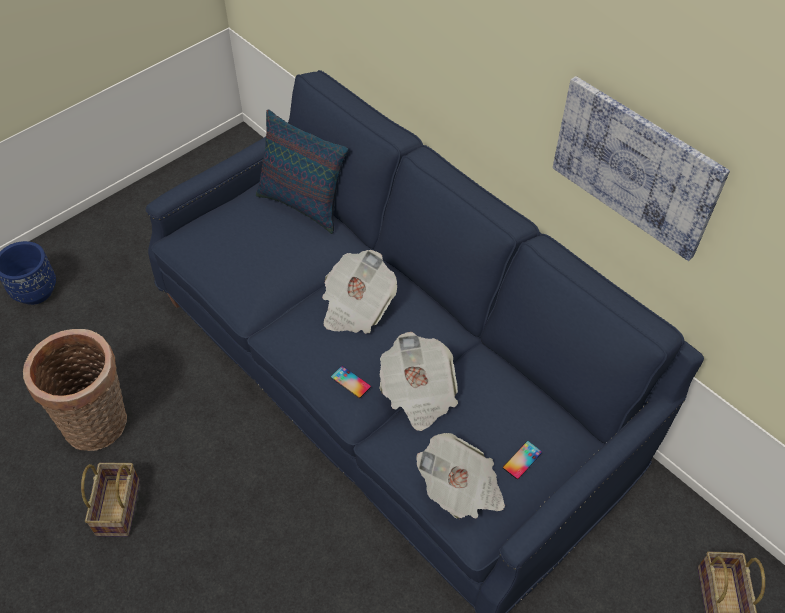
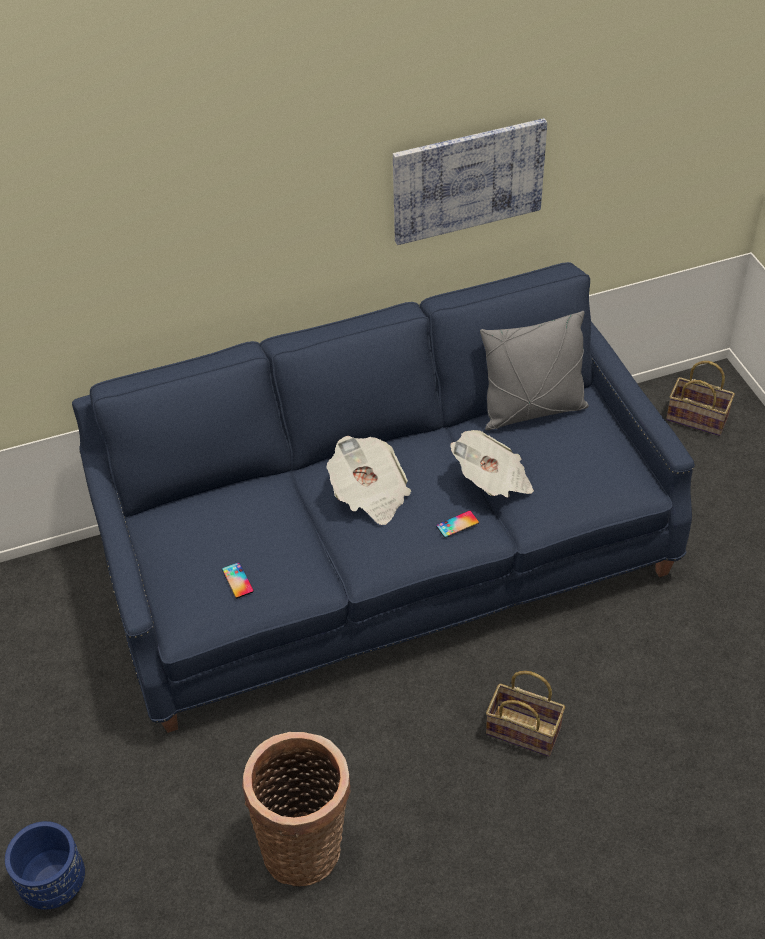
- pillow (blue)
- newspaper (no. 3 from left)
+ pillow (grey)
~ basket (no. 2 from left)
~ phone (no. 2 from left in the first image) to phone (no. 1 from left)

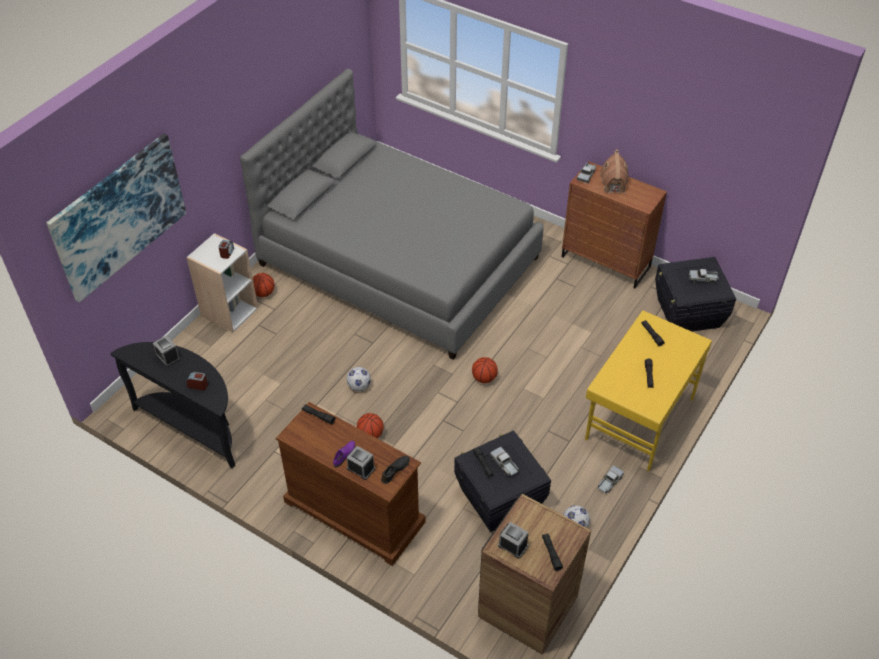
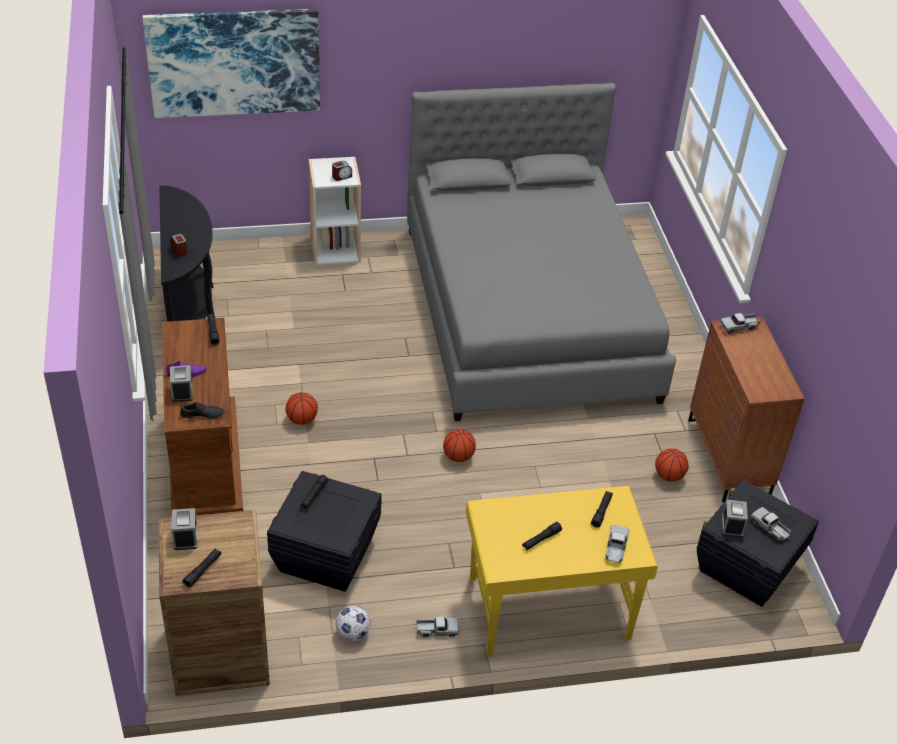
- football (no. 1 from left)
- toy house
~ alarm clock (no. 1 from left in the first image) to alarm clock (no. 5 from left)
~ basketball (no. 1 from left in the first image) to basketball (no. 3 from left)
~ toy truck (no. 1 from left in the first image) to toy truck (no. 2 from left)

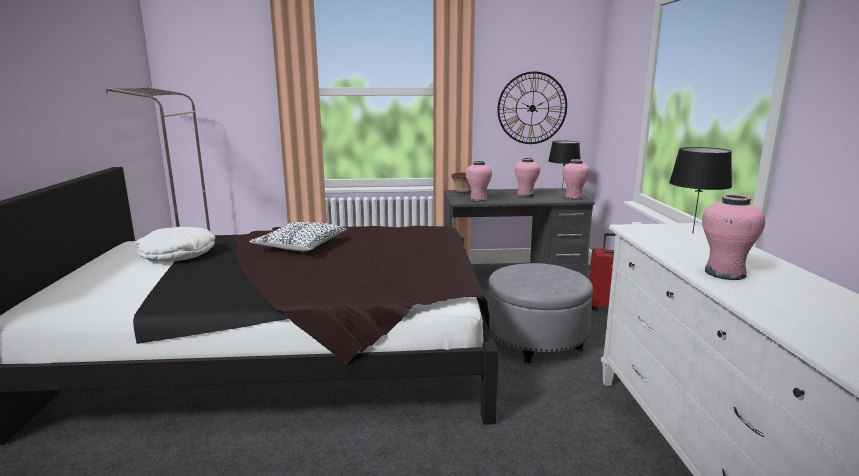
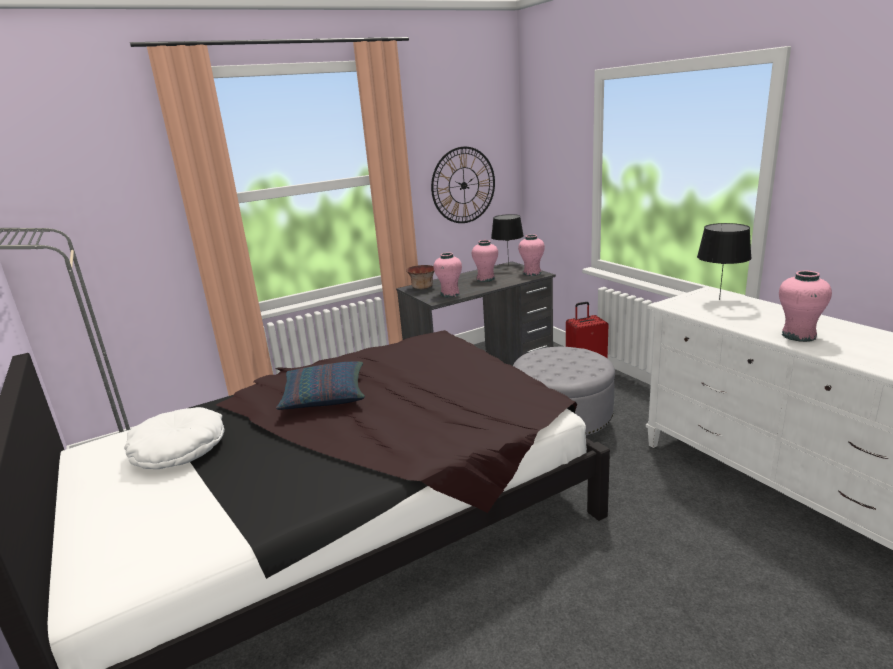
~ pillow (white) (no. 2 from left) to pillow (blue)

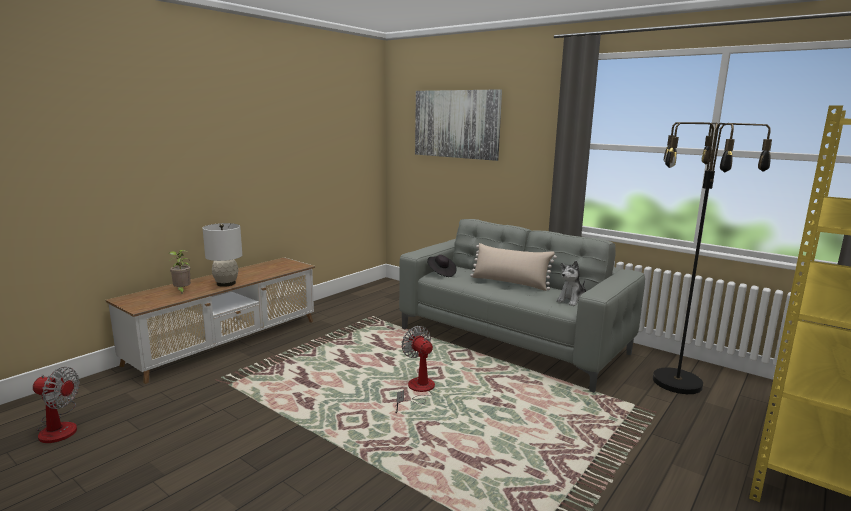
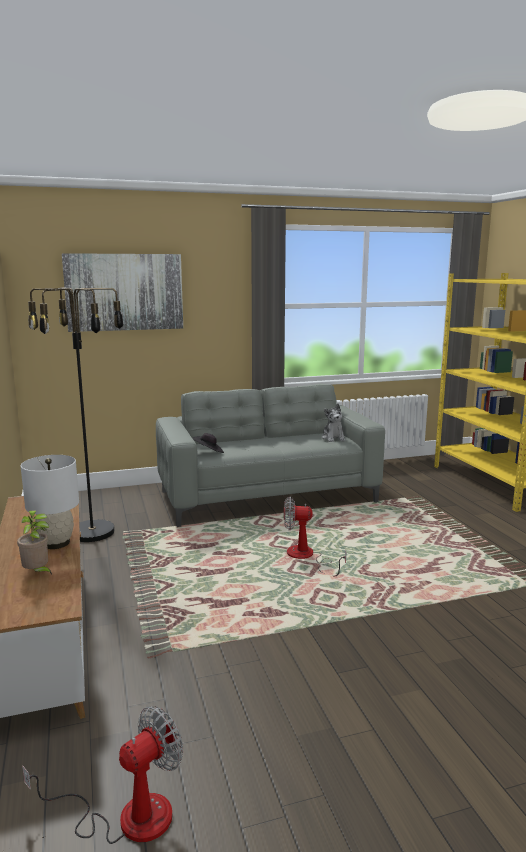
- pillow (beige)
~ floor lamp

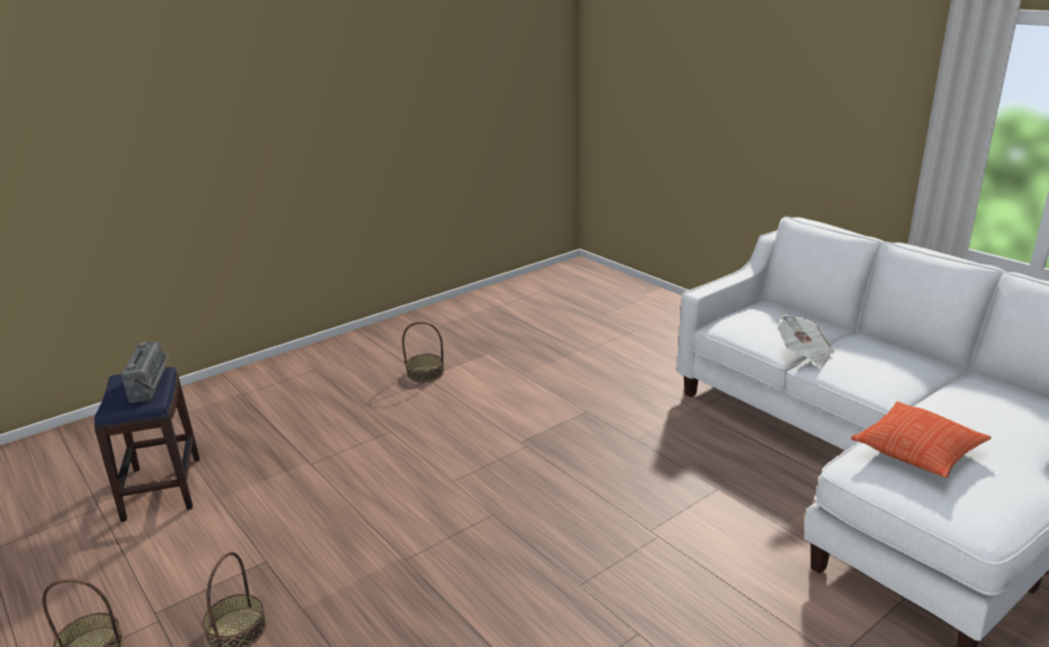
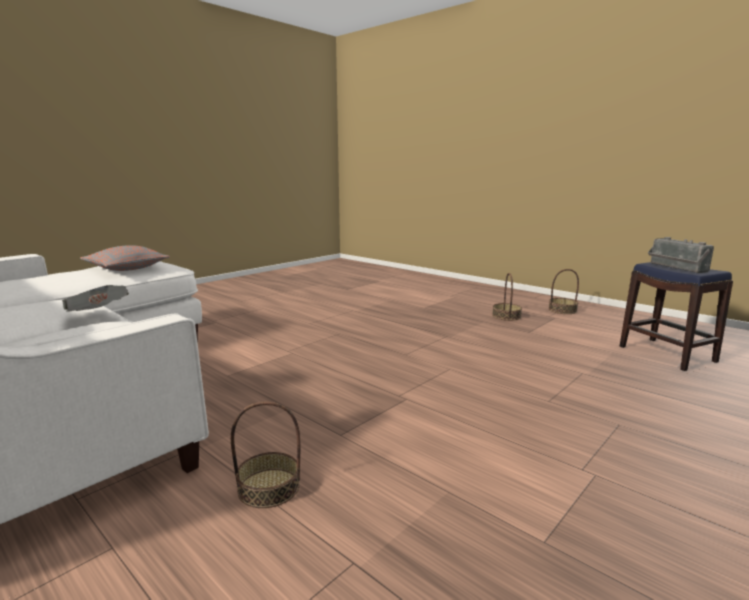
~ basket (no. 3 from left in the first image) to basket (no. 1 from left)
~ pillow (orange) to pillow (grey)

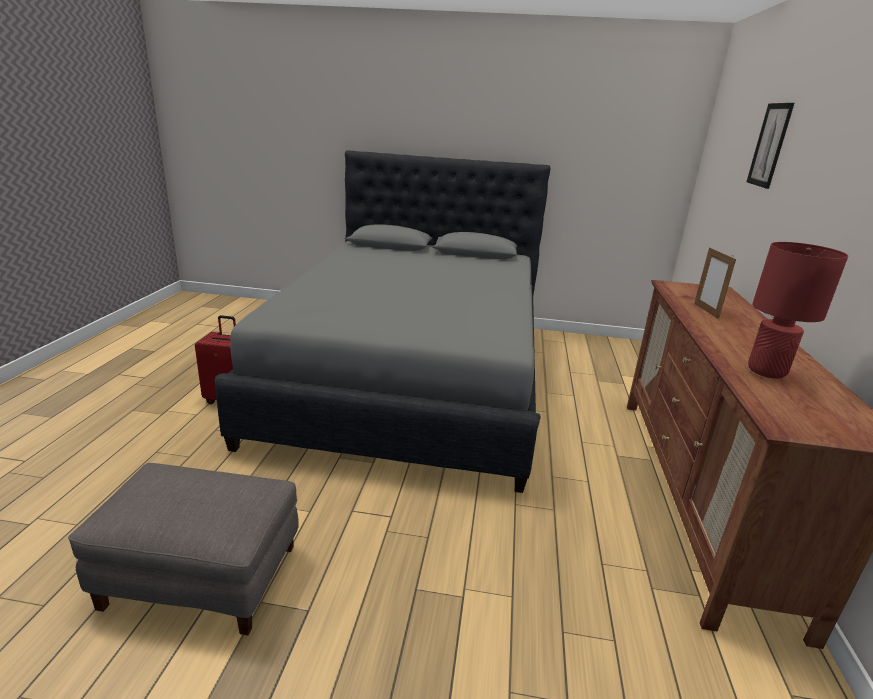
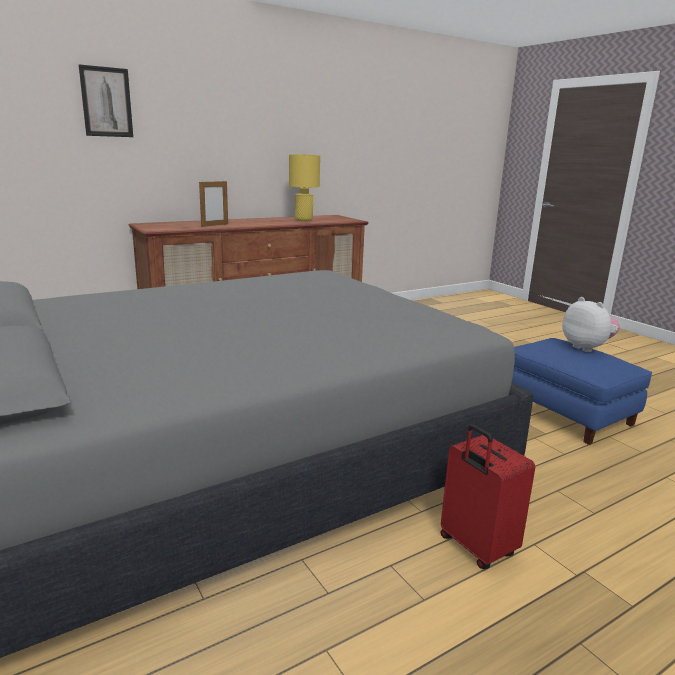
+ plush toy
~ ottoman (grey) to ottoman (blue)
~ table lamp (red) to table lamp (yellow)

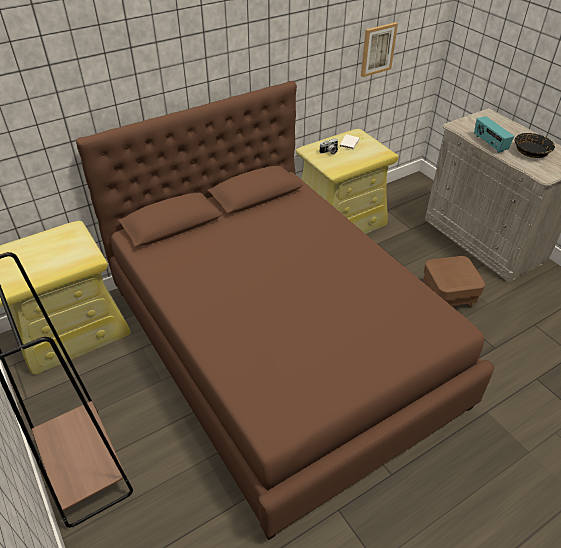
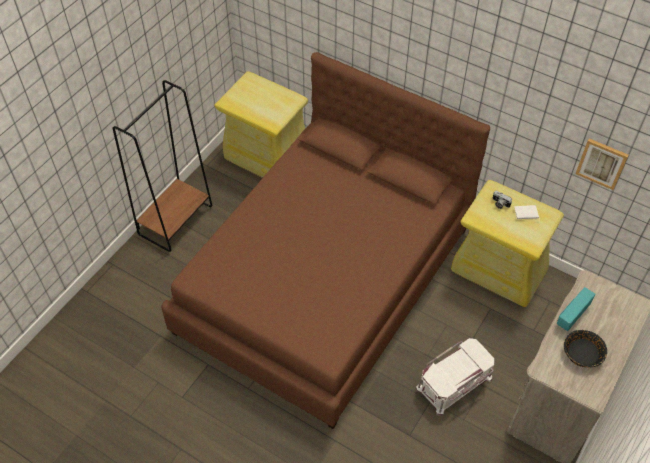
~ ottoman (brown) to storage box (white)

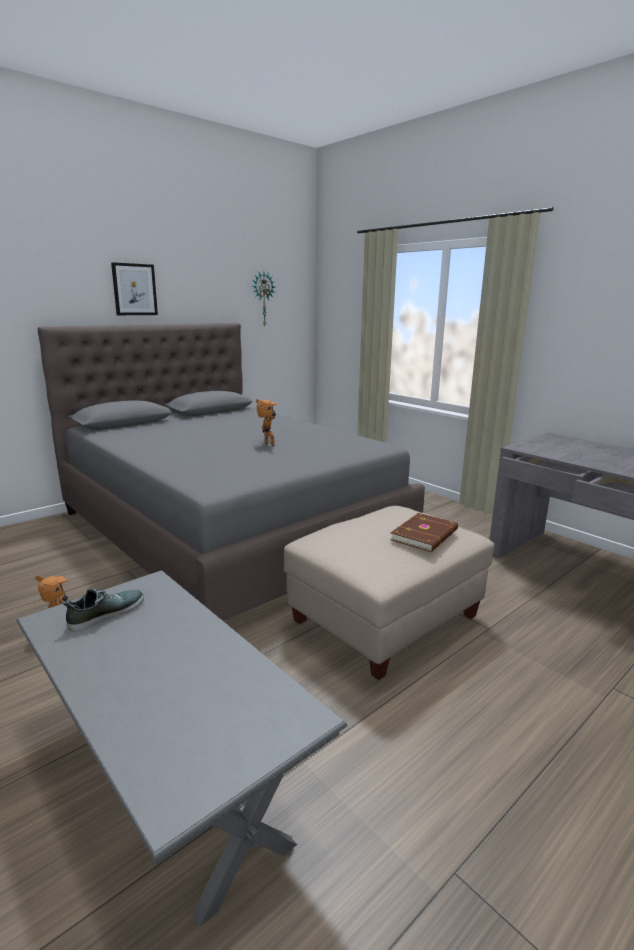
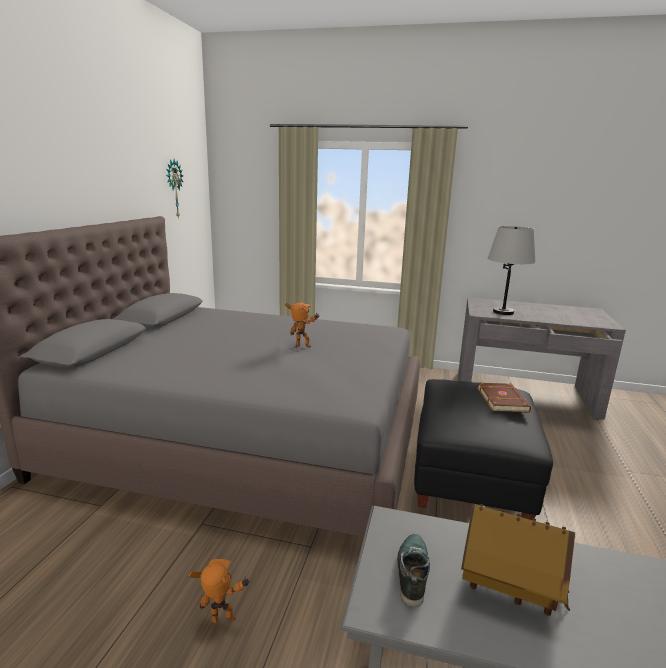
- picture
+ toy house
+ table lamp (grey)
~ ottoman (beige) to ottoman (black)

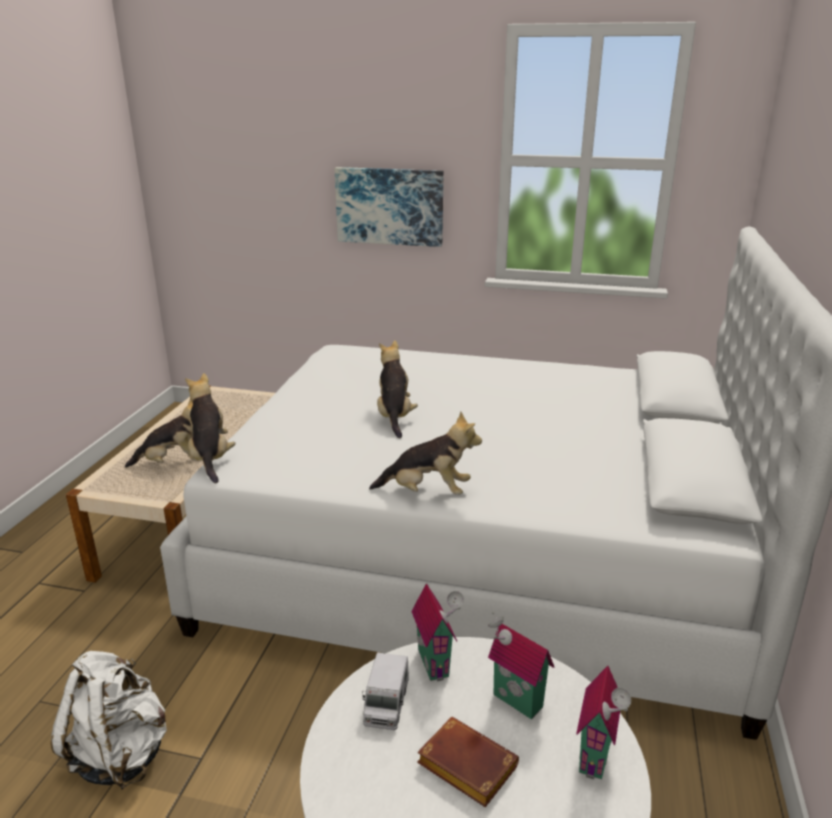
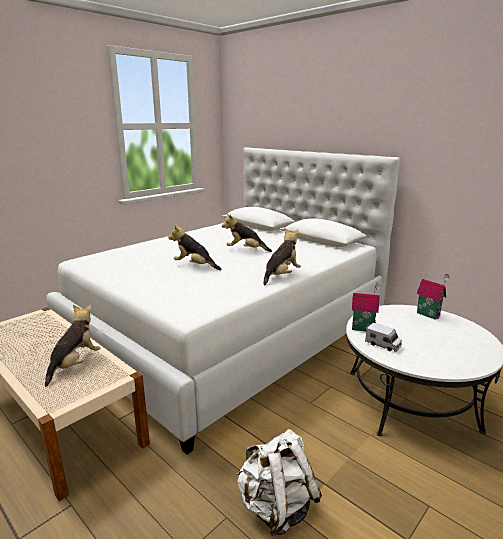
- picture
- book (brown)
- toy house (no. 2 from left)
~ plush toy (no. 2 from left in the first image) to plush toy (no. 3 from left)

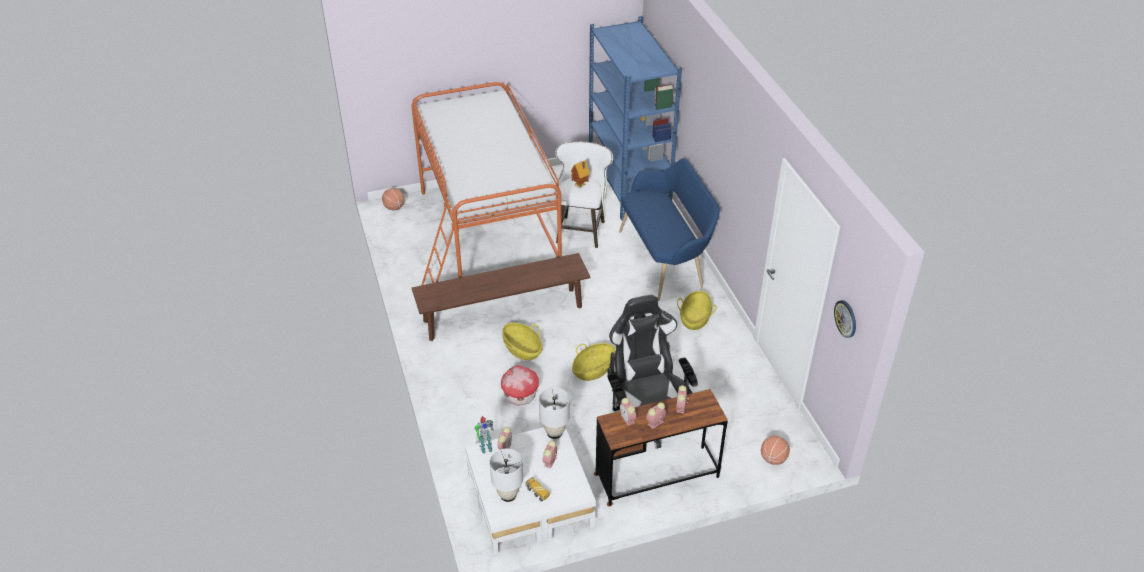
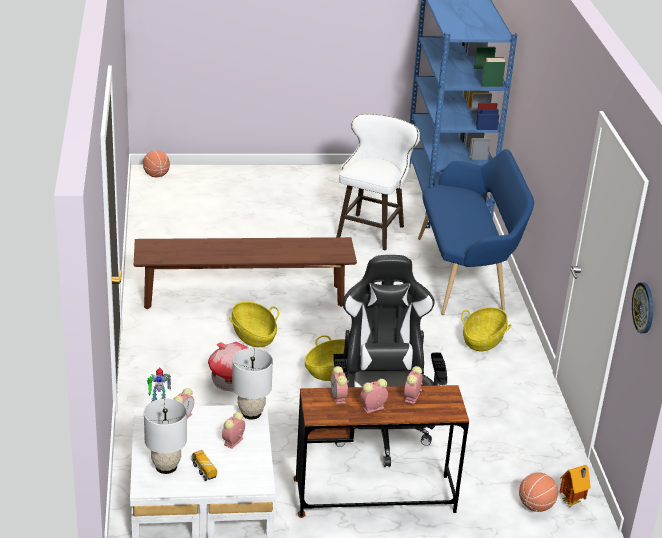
- bed (orange)
~ toy house (no. 2 from left)

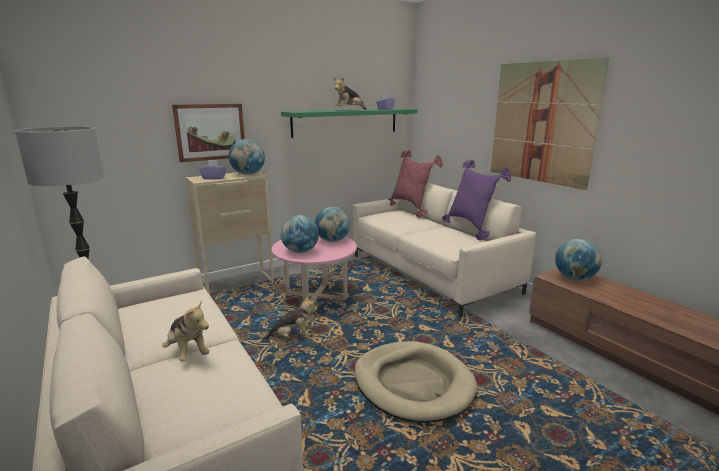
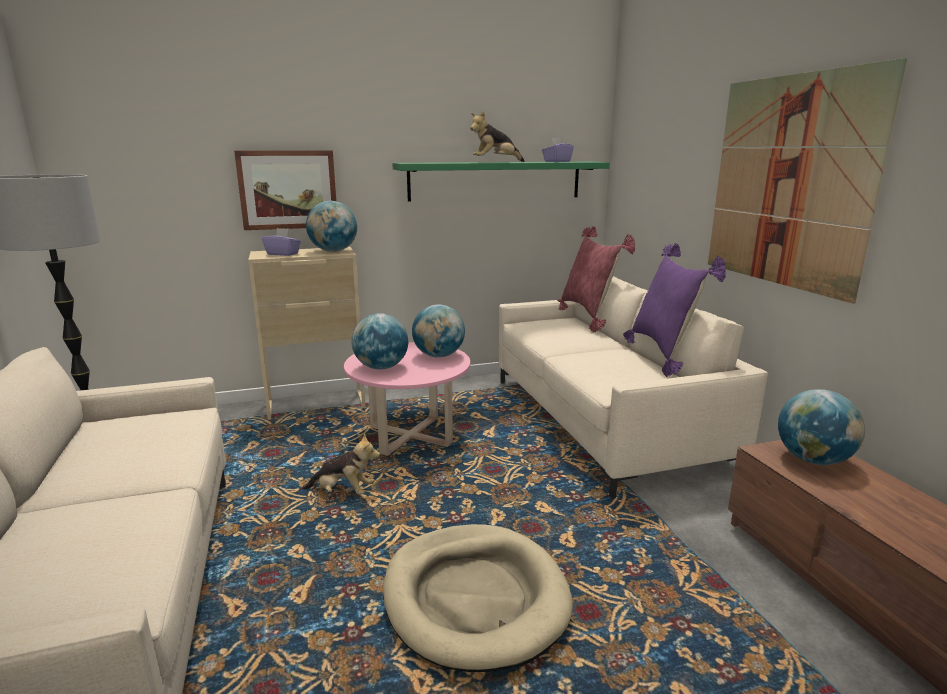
- plush toy (no. 1 from left)

